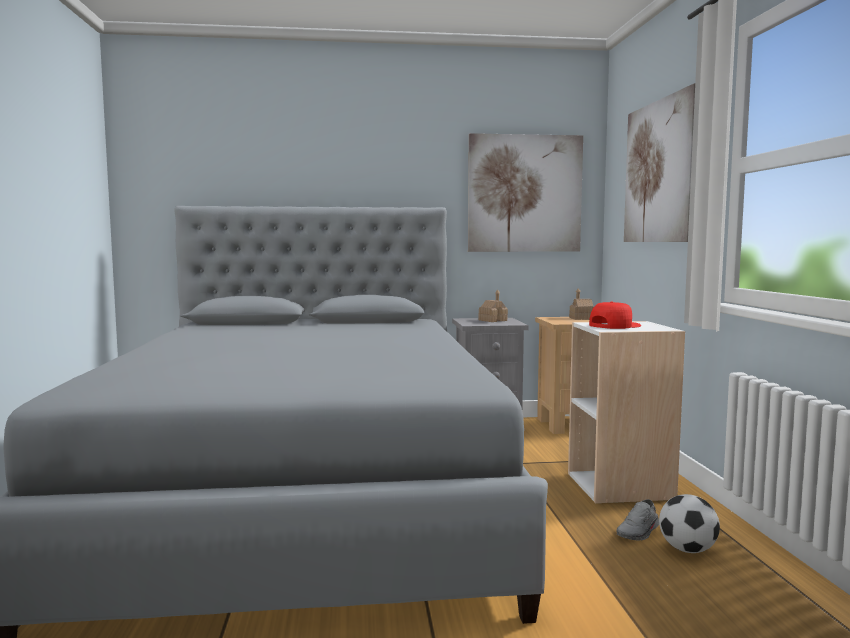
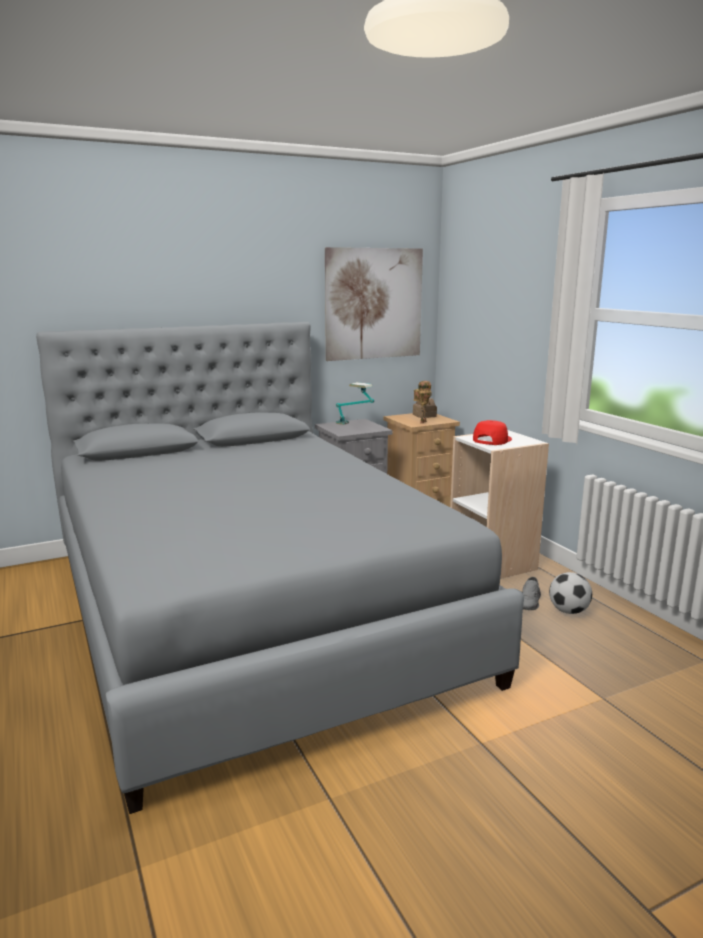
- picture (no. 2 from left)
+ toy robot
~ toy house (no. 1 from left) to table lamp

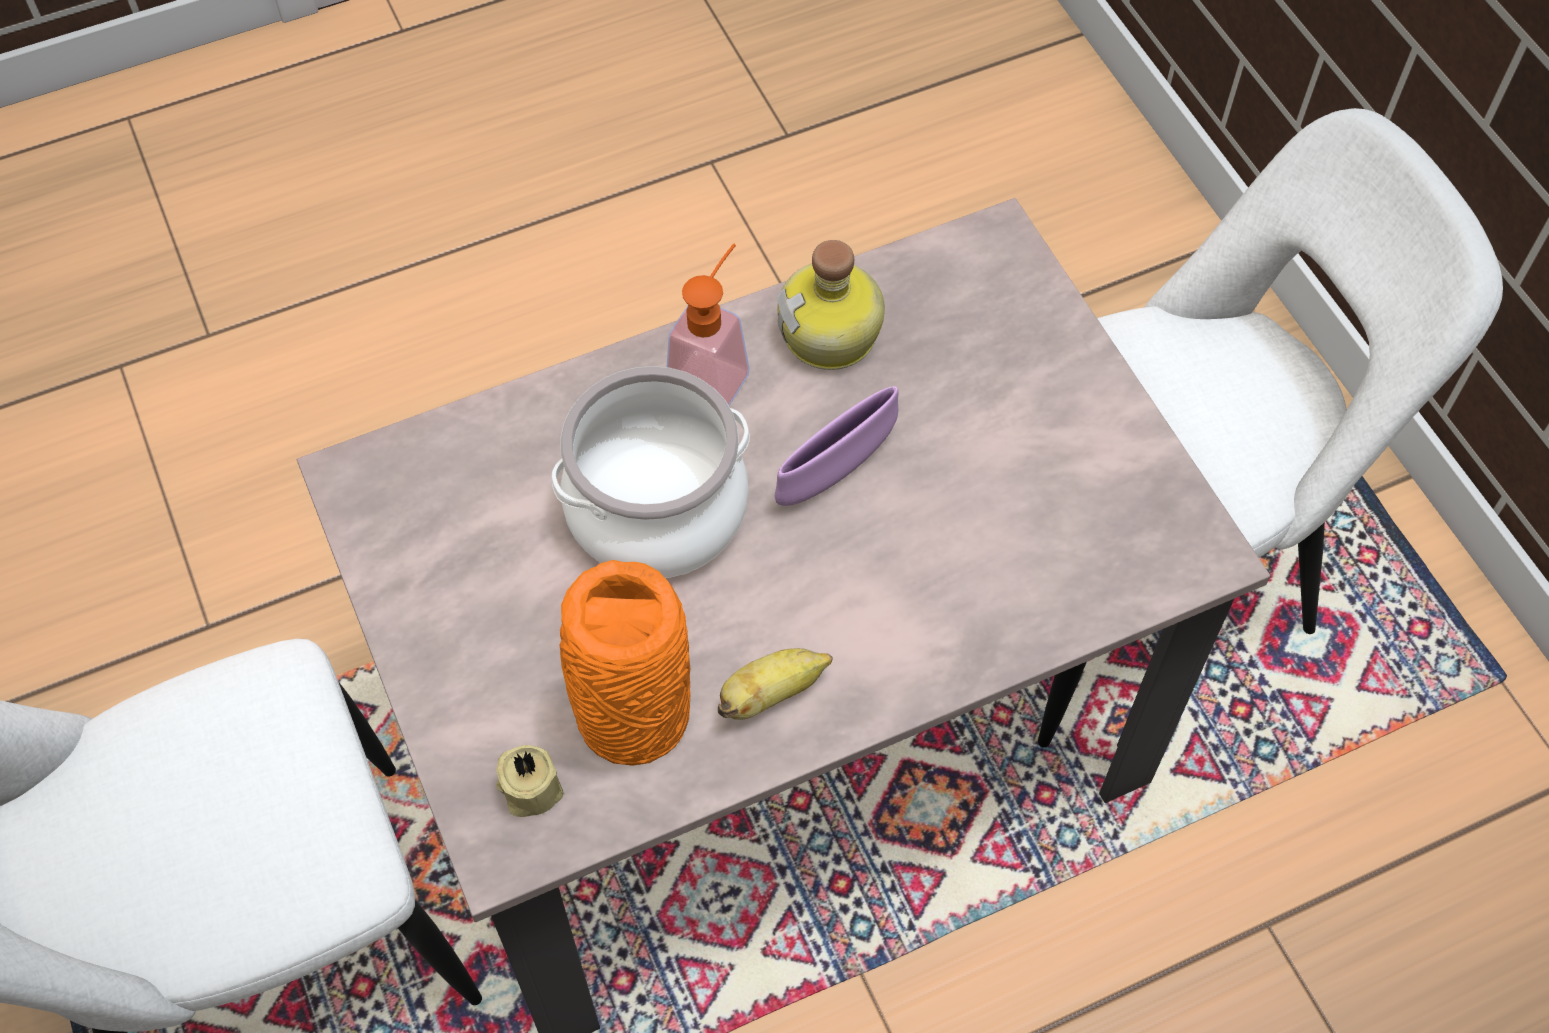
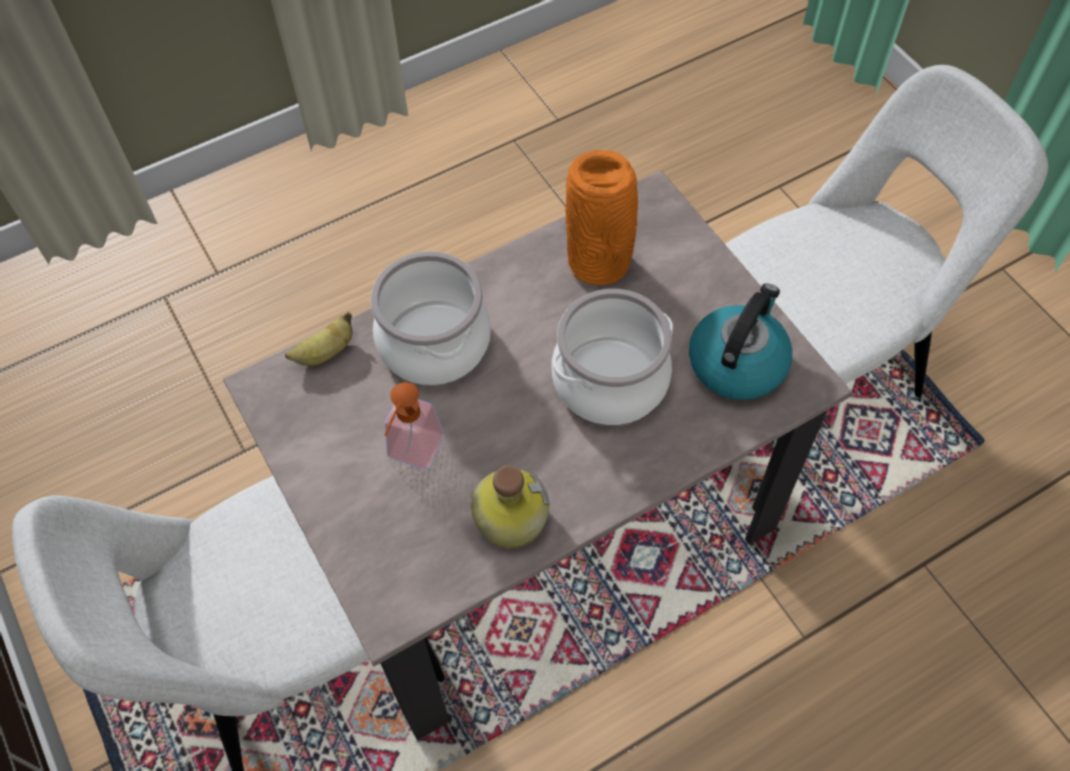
- candle (beige)
- bowl (purple)
+ cooking pot (no. 1 from left)
+ kettle
~ soap dispenser
~ banana

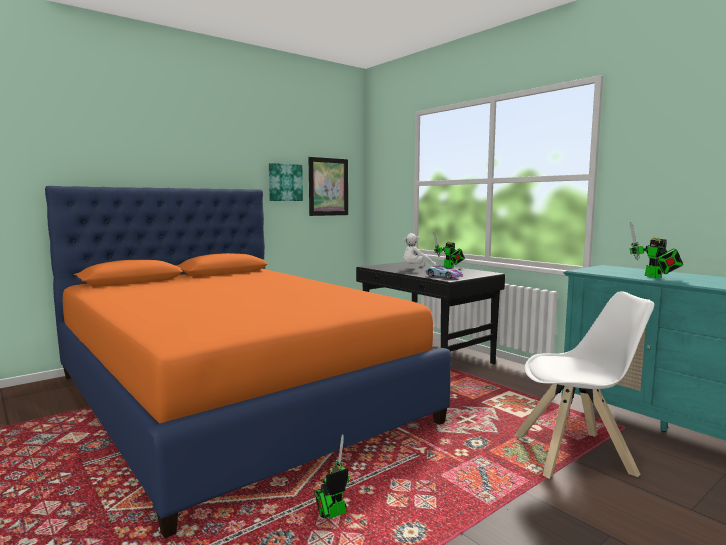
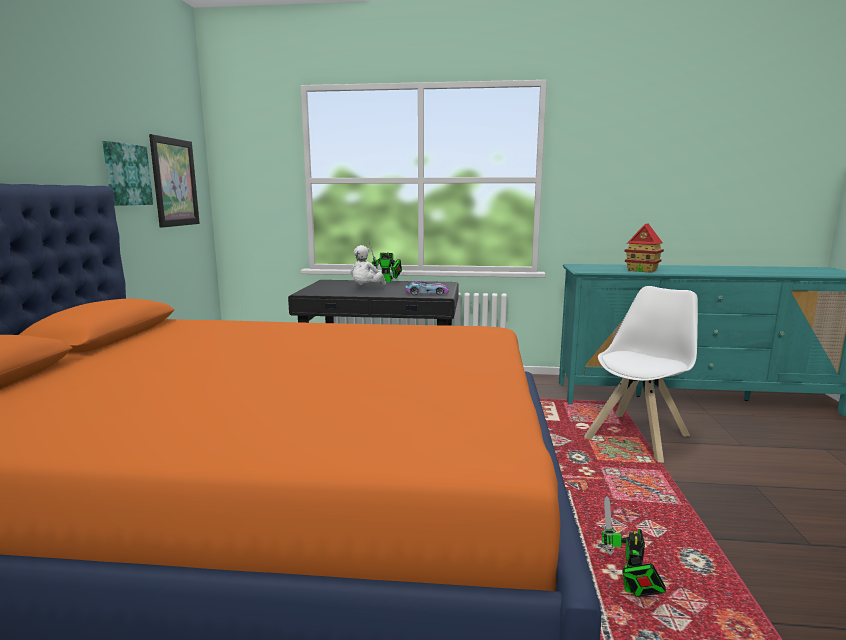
~ toy robot (no. 3 from left) to toy house

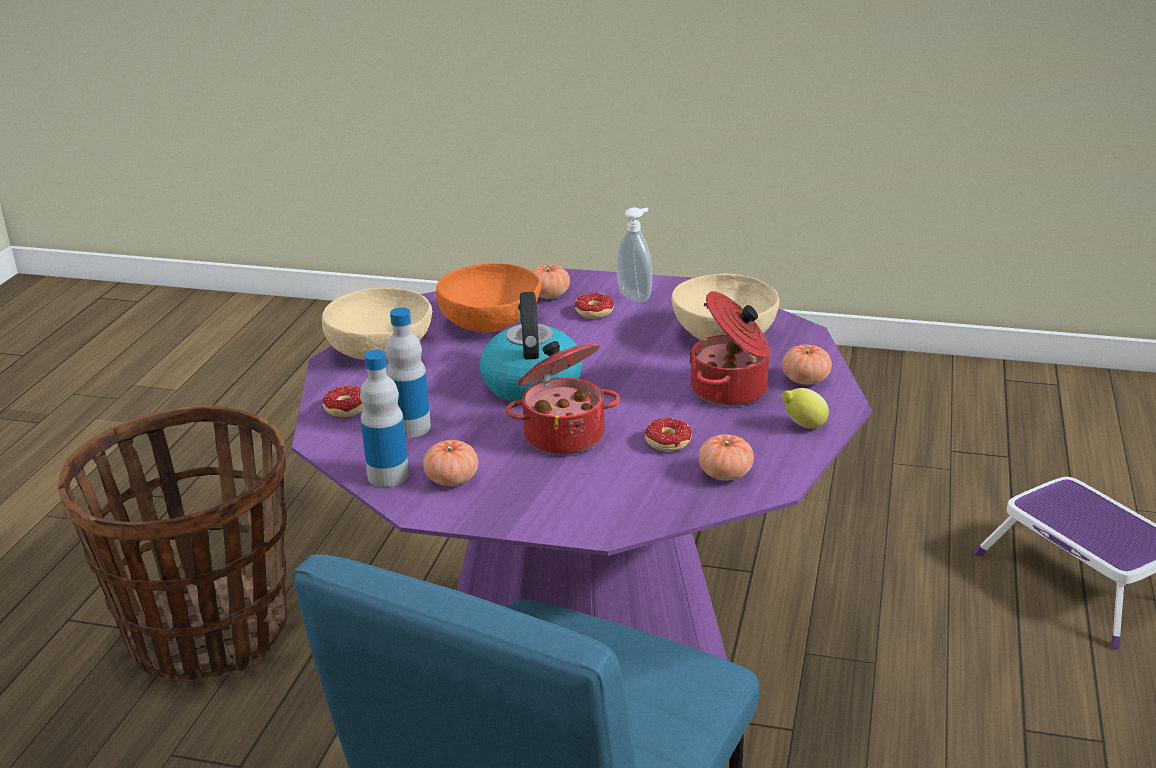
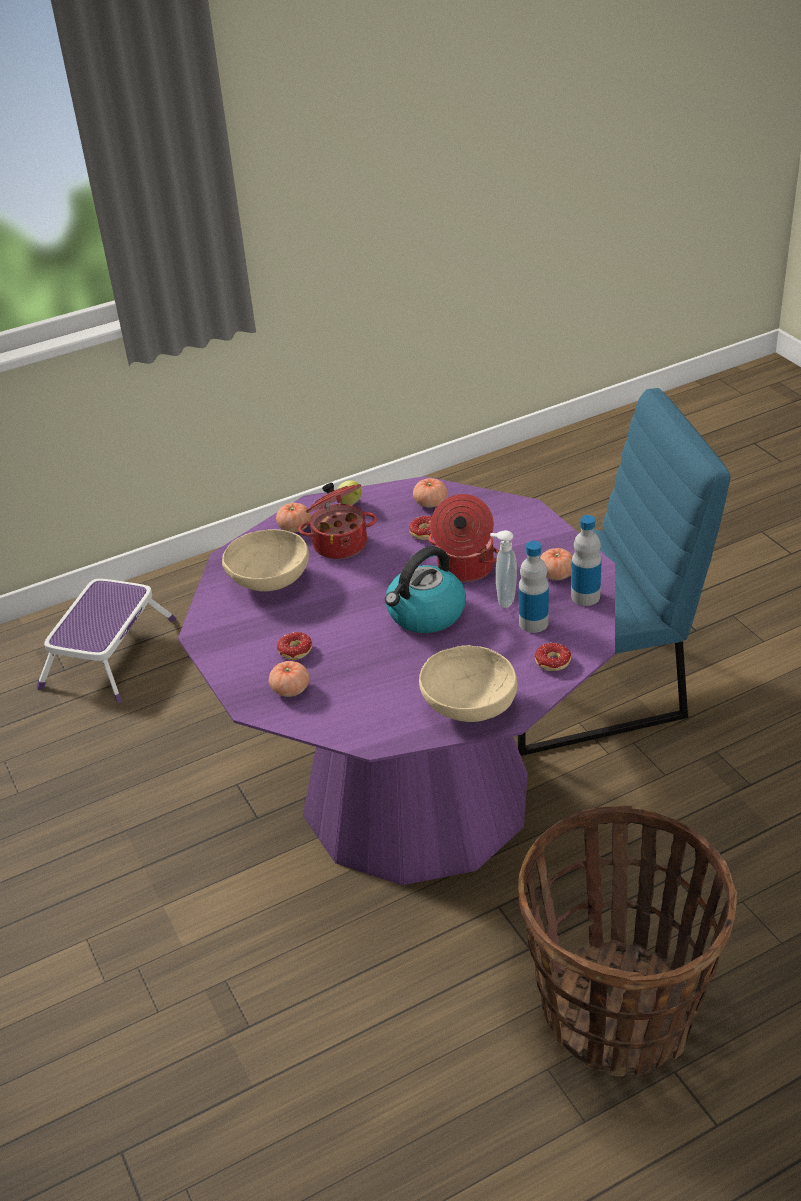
- bowl (orange)
~ soap dispenser

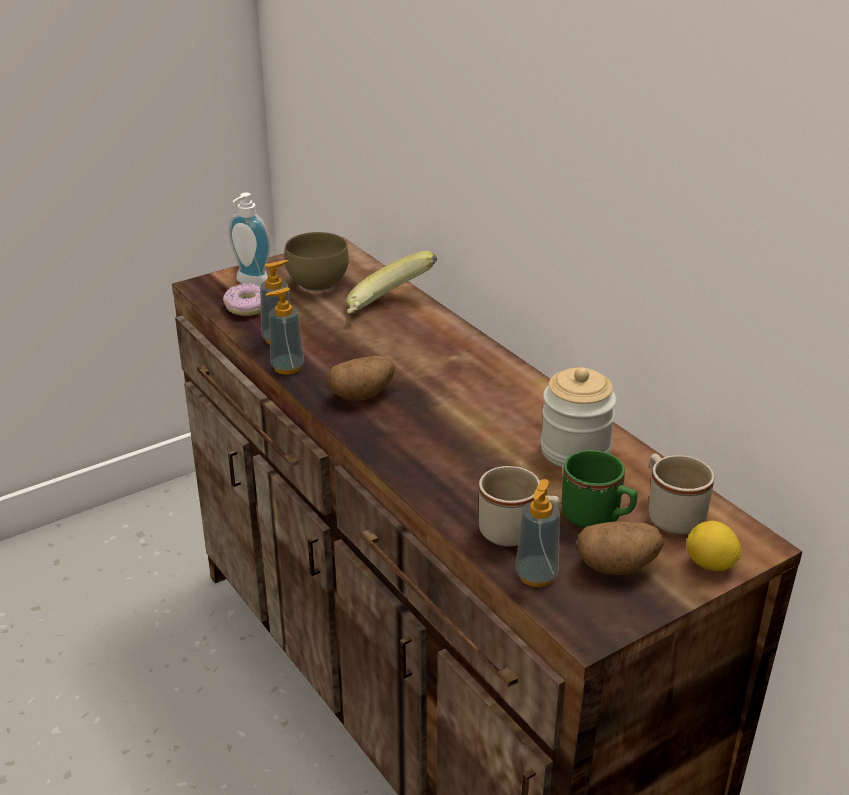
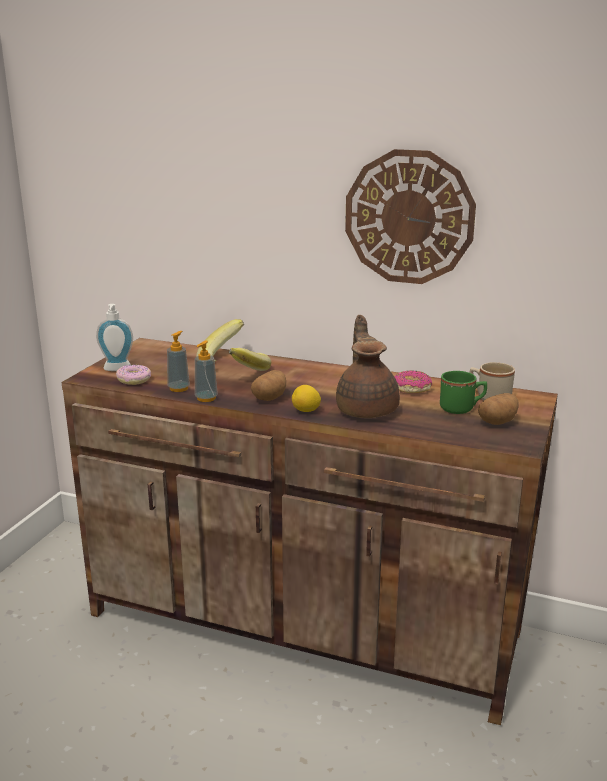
- bowl (brown)
- mug (beige) (no. 1 from left)
- soap dispenser (no. 4 from left)
+ banana (no. 2 from left)
+ teapot (brown)
+ wall clock
~ lemon
~ jar to donut (no. 2 from left)

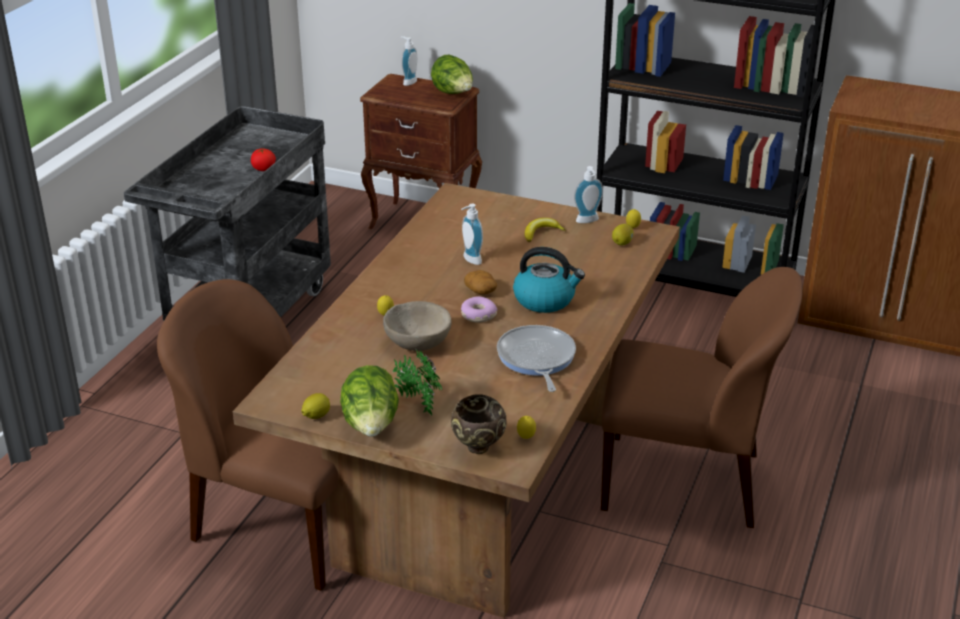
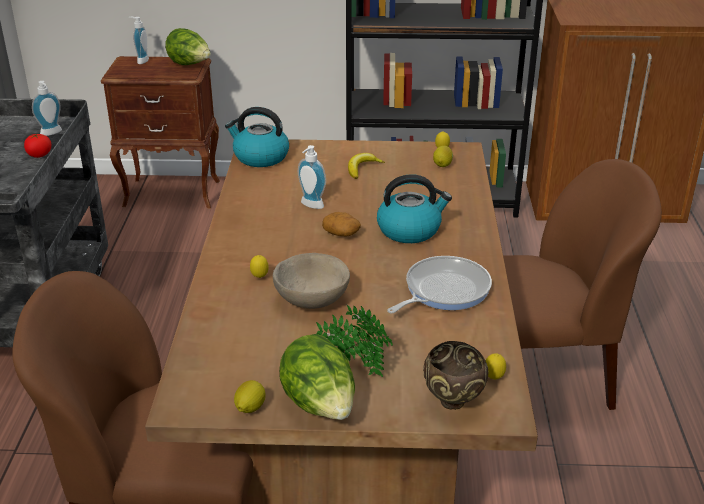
- donut
+ kettle (no. 1 from left)
~ soap dispenser (no. 3 from left in the first image) to soap dispenser (no. 1 from left)
~ frying pan 75 degrees clockwise

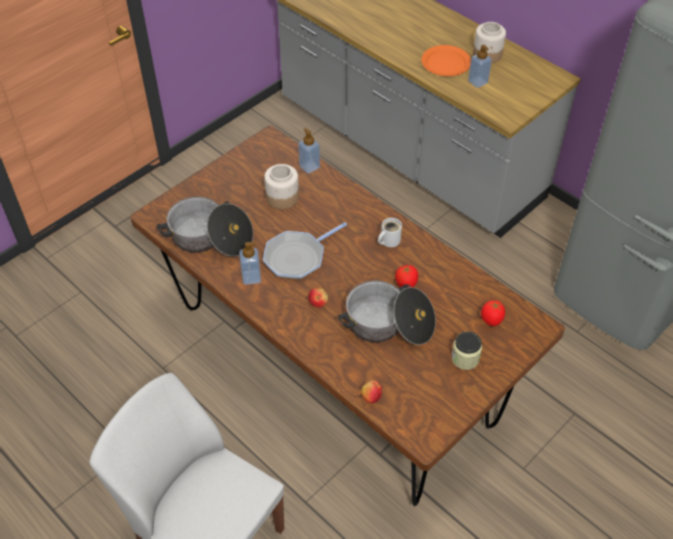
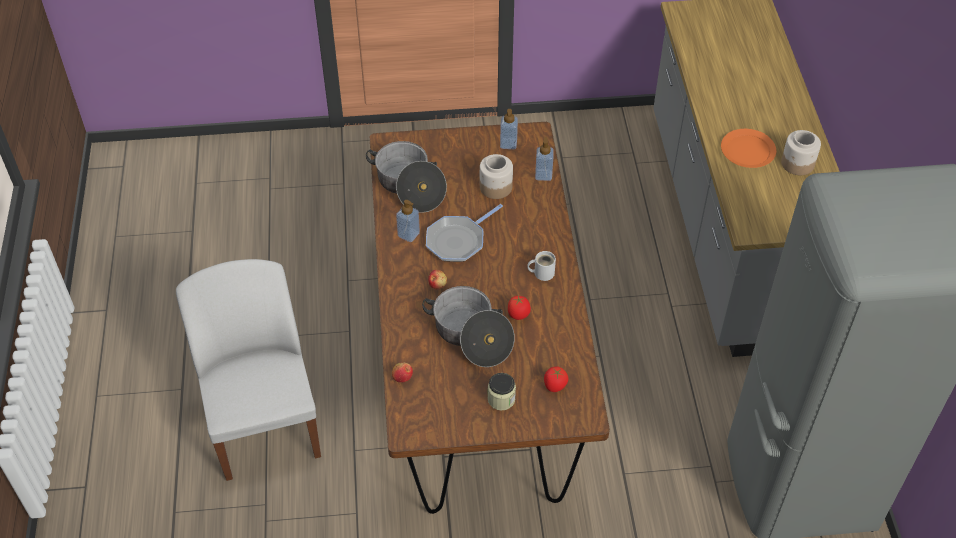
~ soap dispenser (no. 3 from left in the first image) to soap dispenser (no. 2 from left)
~ frying pan 45 degrees counterclockwise

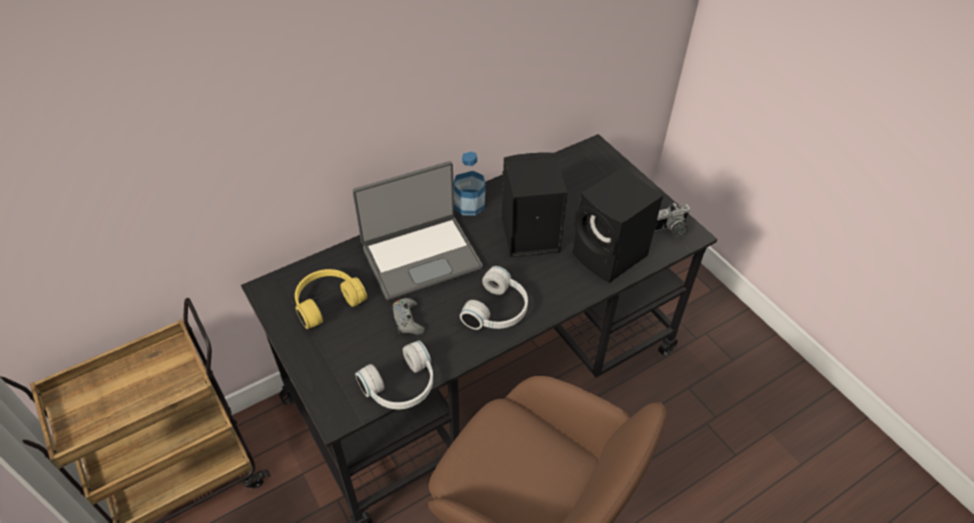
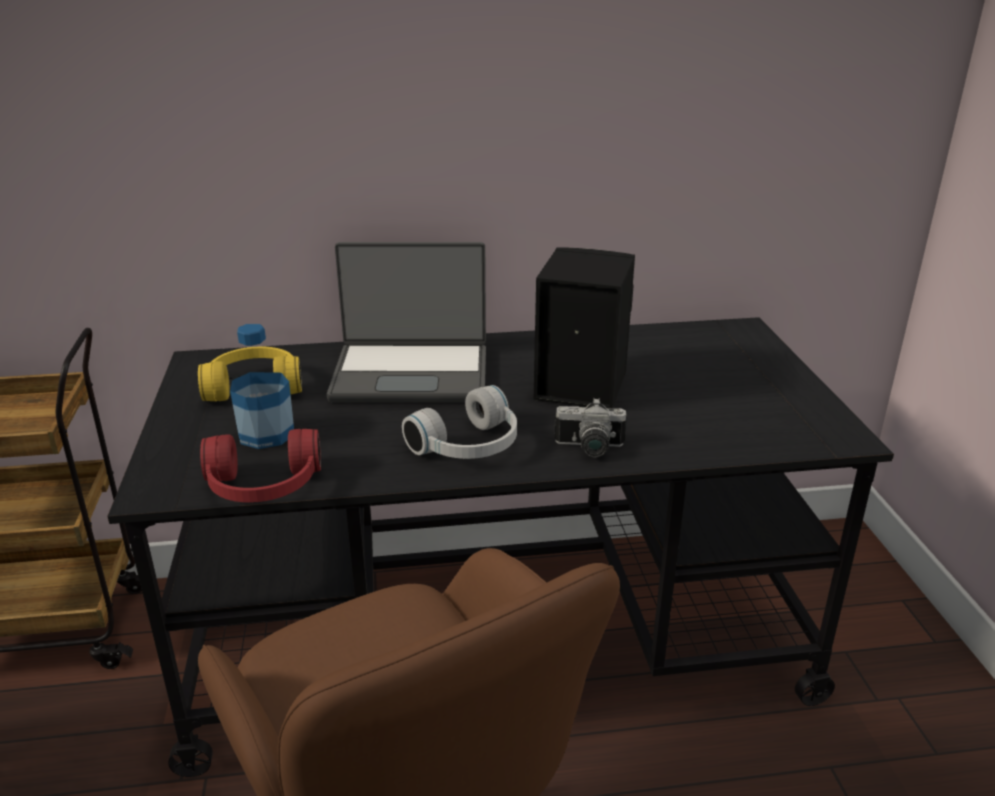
- game controller (grey)
- speaker (black) (no. 2 from left)
~ bottle
~ photo camera
~ headphones (white) (no. 1 from left) to headphones (red)

